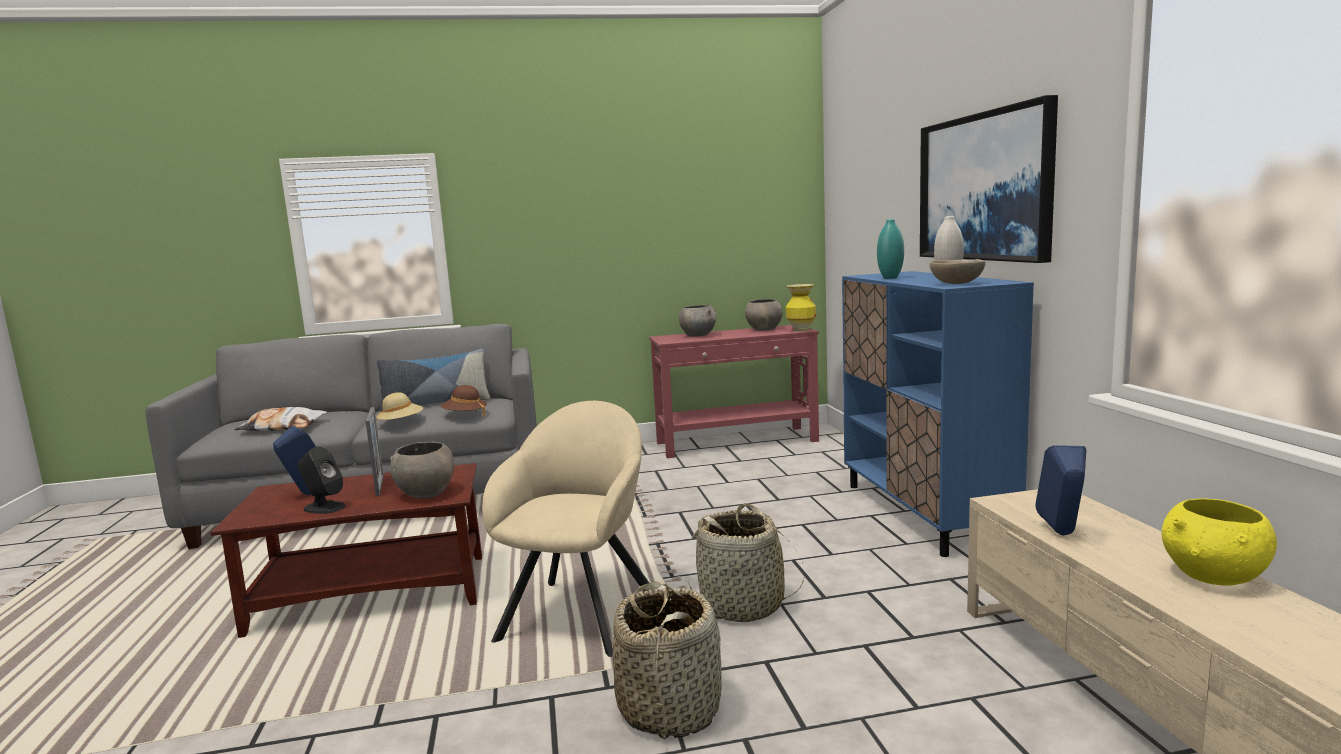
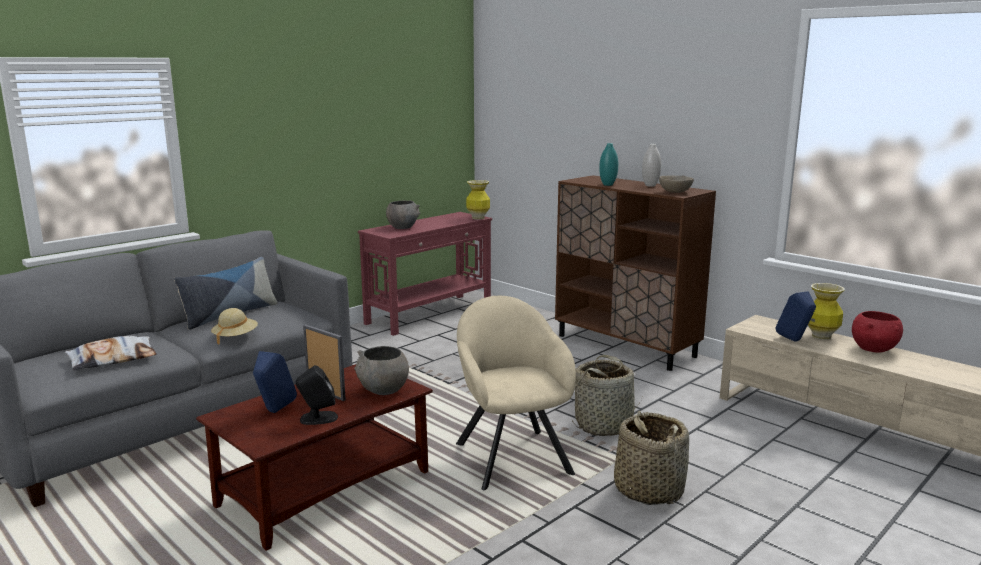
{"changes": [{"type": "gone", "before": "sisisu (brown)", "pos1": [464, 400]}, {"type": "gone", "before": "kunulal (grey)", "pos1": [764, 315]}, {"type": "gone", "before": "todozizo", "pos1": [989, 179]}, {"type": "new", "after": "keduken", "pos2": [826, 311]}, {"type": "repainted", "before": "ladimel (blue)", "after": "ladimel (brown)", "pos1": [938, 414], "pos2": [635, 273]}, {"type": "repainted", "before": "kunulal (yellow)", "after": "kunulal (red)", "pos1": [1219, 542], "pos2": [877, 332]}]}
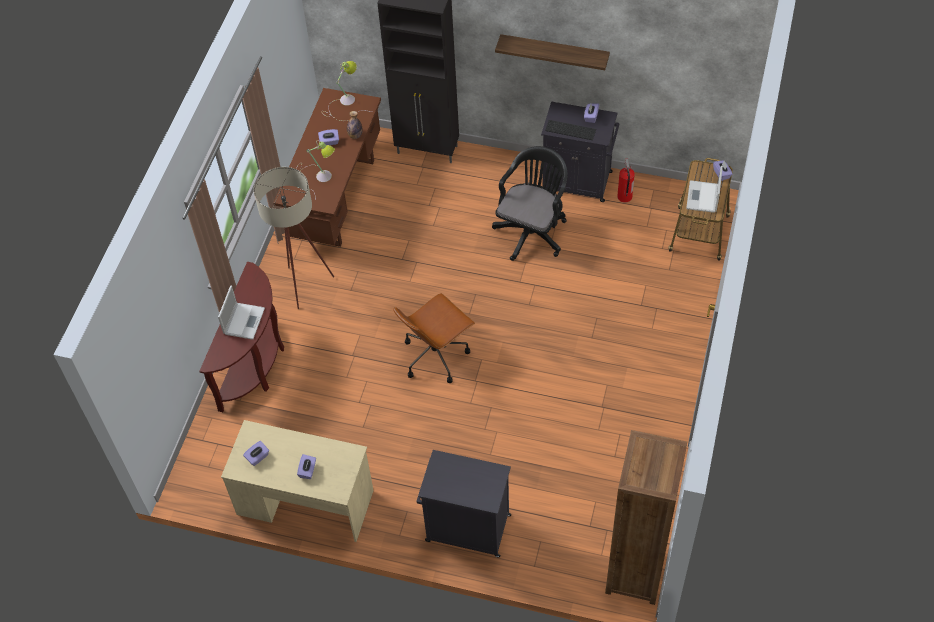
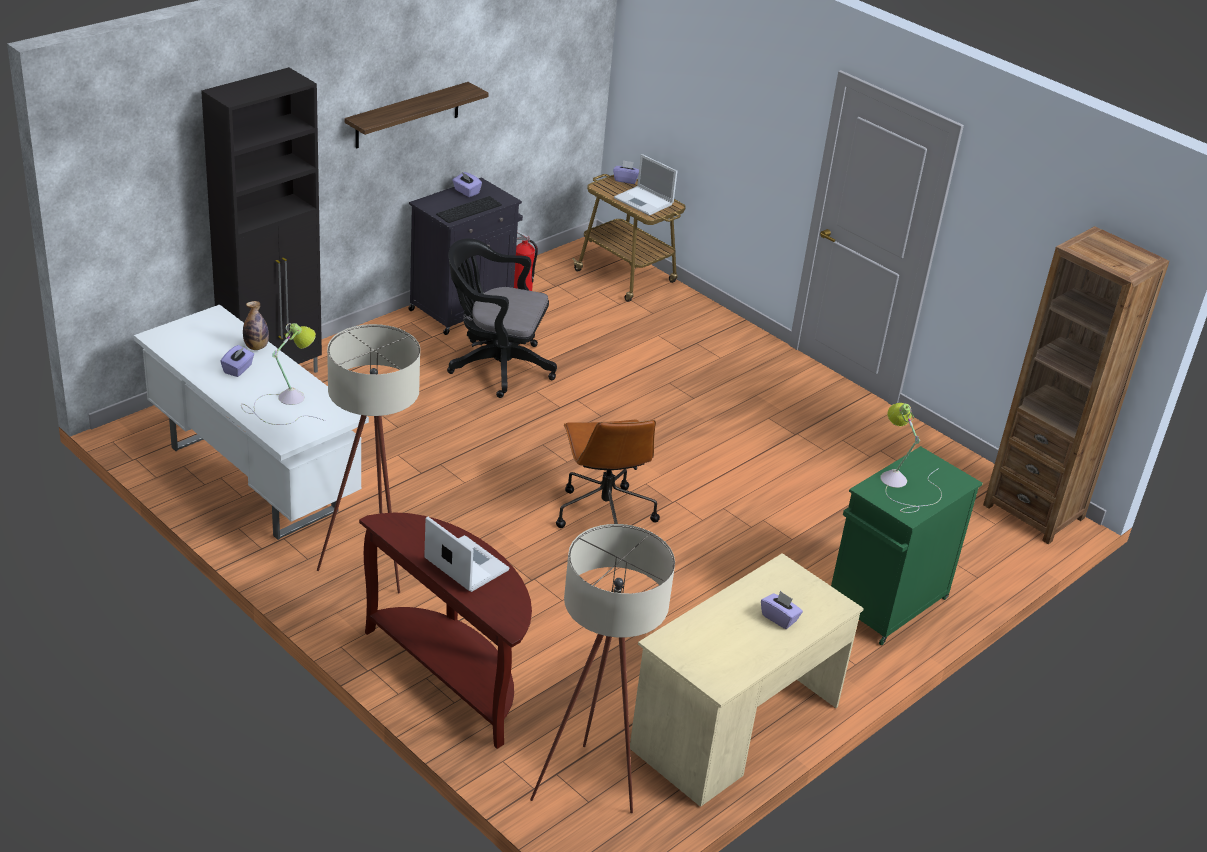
{"changes": [{"type": "gone", "before": "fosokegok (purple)", "pos1": [256, 453]}, {"type": "new", "after": "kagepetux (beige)", "pos2": [602, 668]}, {"type": "shifted", "before": "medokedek", "pos1": [347, 91], "pos2": [911, 458]}, {"type": "repainted", "before": "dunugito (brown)", "after": "dunugito (white)", "pos1": [327, 167], "pos2": [251, 422]}, {"type": "repainted", "before": "ladimel (black)", "after": "ladimel (green)", "pos1": [463, 503], "pos2": [907, 545]}, {"type": "rotated", "before": "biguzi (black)", "pos1": [529, 203], "pos2": [502, 318], "turn": -45}]}
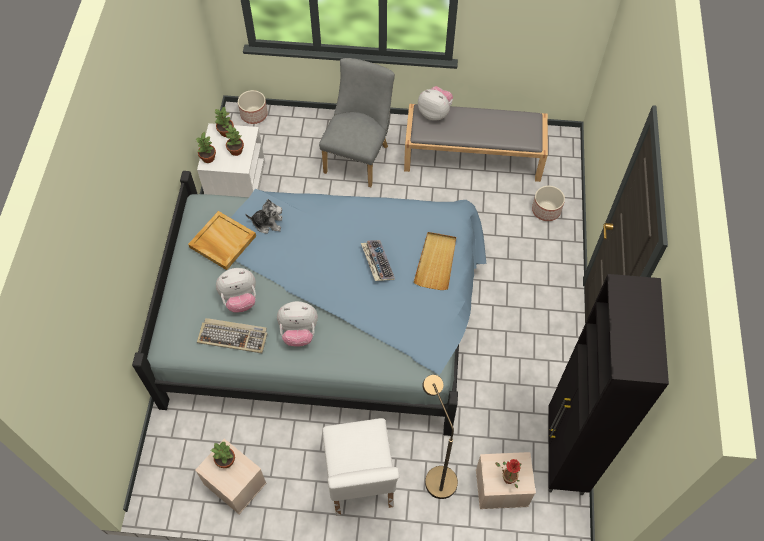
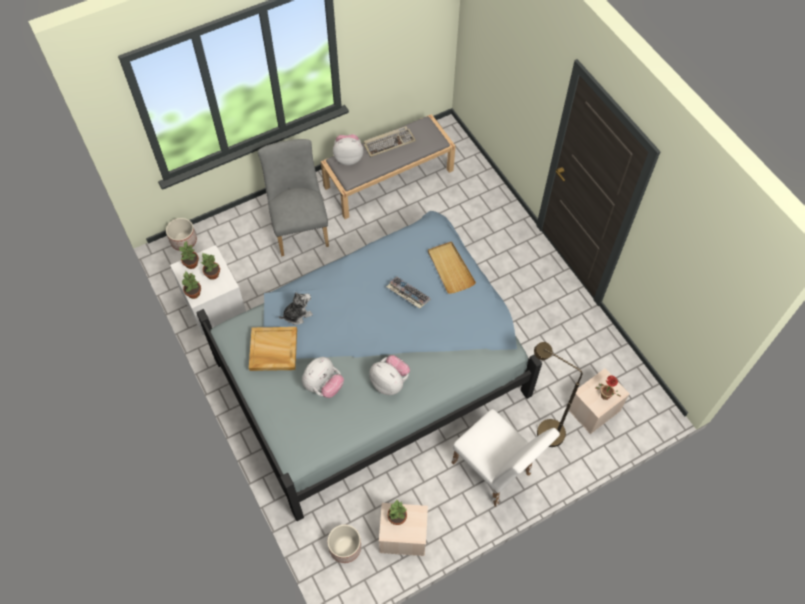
{"changes": [{"type": "gone", "before": "ladimel (black)", "pos1": [608, 384]}, {"type": "shifted", "before": "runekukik", "pos1": [232, 335], "pos2": [390, 141]}, {"type": "shifted", "before": "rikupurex", "pos1": [548, 203], "pos2": [344, 543]}, {"type": "rotated", "before": "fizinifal", "pos1": [297, 324], "pos2": [389, 375], "turn": -105}]}
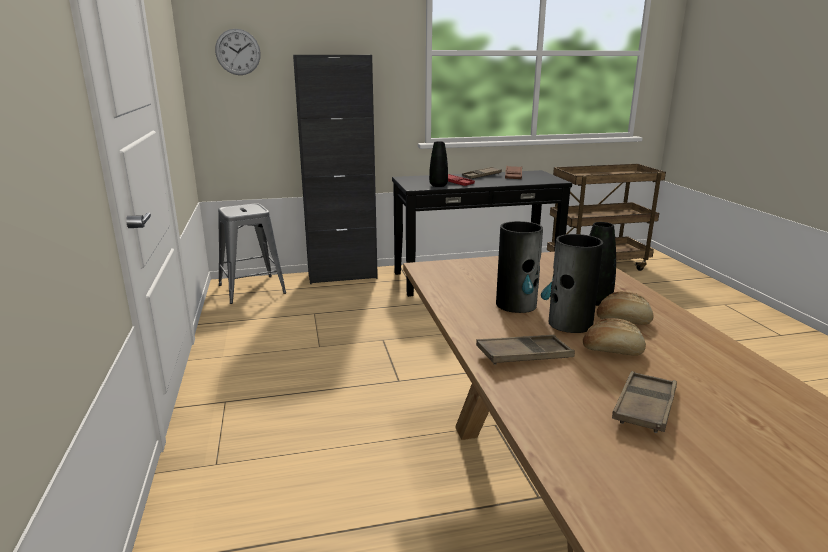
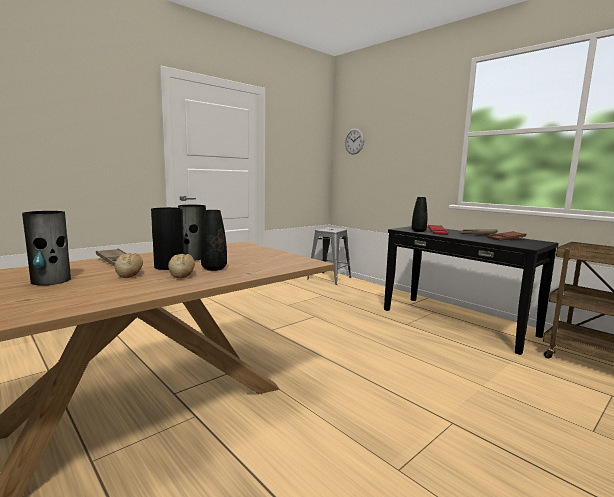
{"changes": [{"type": "gone", "before": "ladimel (black)", "pos1": [335, 169]}, {"type": "swapped", "before": "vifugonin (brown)", "after": "keduken", "pos1": [644, 402], "pos2": [46, 248]}]}
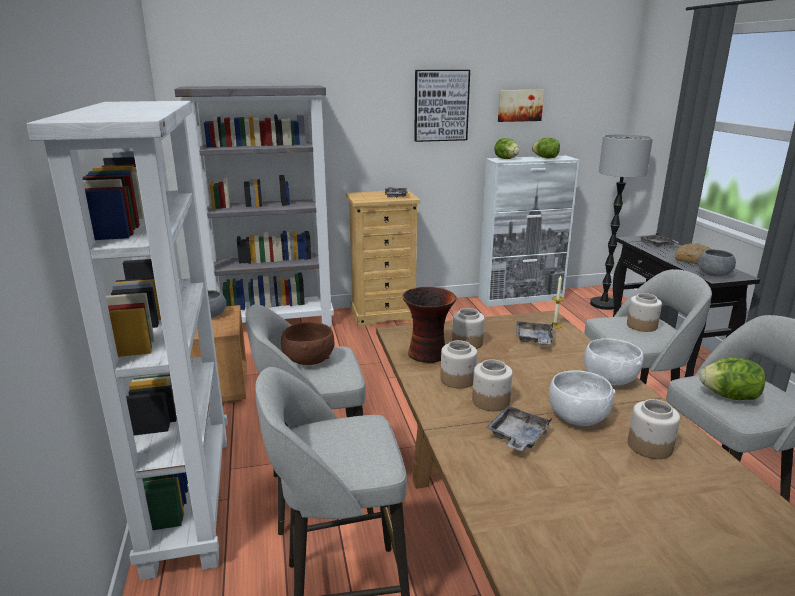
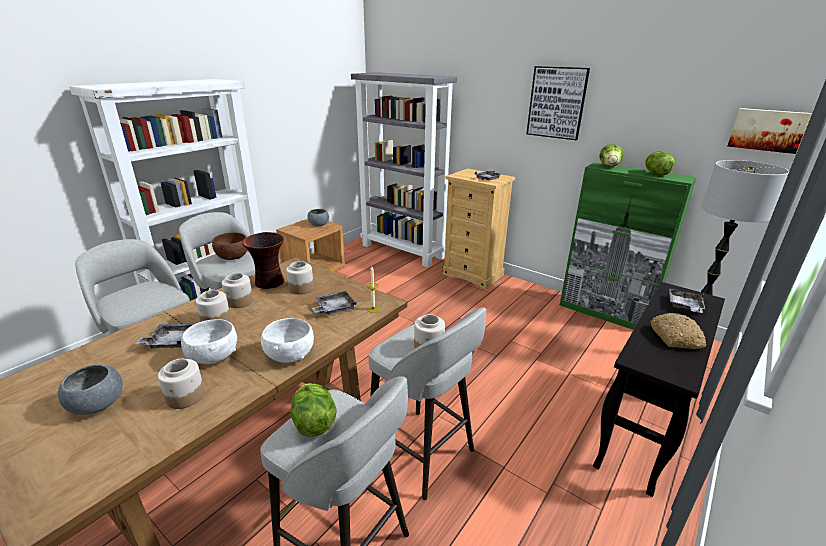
{"changes": [{"type": "shifted", "before": "todozizo", "pos1": [521, 106], "pos2": [769, 131]}, {"type": "shifted", "before": "kunulal (grey)", "pos1": [717, 262], "pos2": [90, 389]}, {"type": "repainted", "before": "ladimel (white)", "after": "ladimel (green)", "pos1": [528, 231], "pos2": [628, 246]}]}
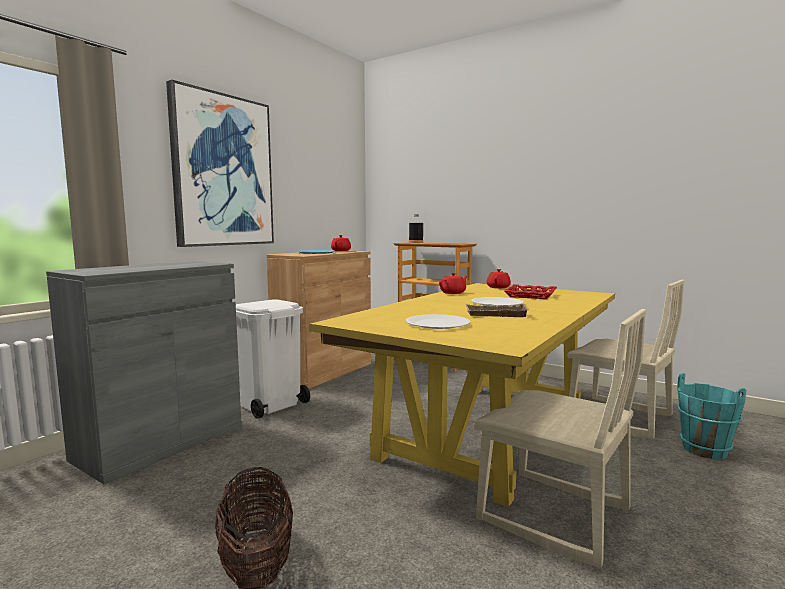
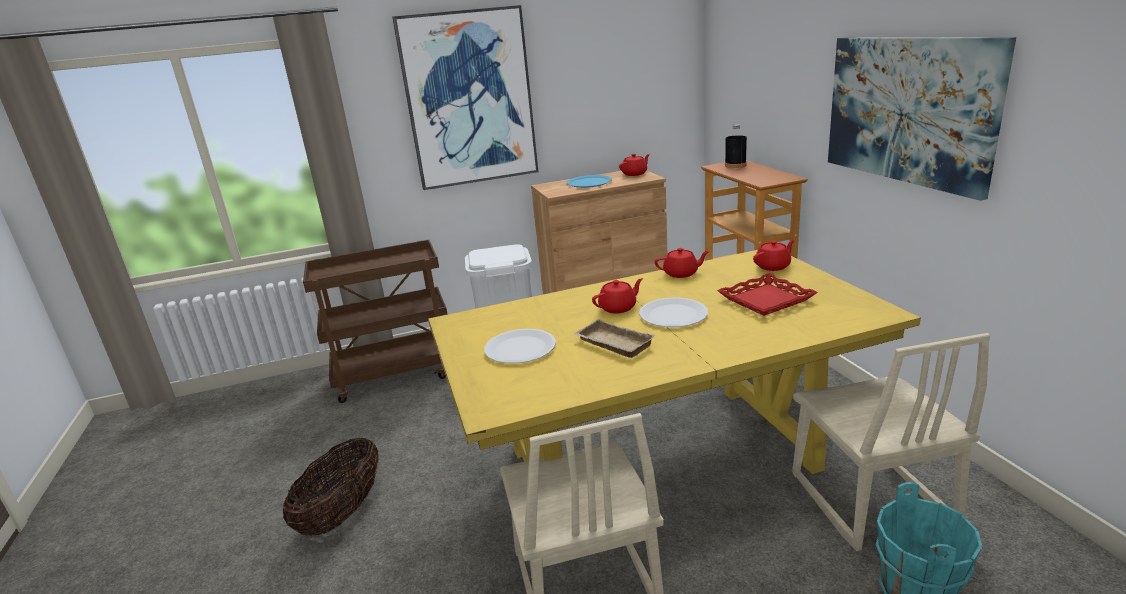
{"changes": [{"type": "new", "after": "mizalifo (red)", "pos2": [617, 296]}, {"type": "new", "after": "todozizo", "pos2": [922, 119]}, {"type": "swapped", "before": "ladimel (grey)", "after": "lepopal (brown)", "pos1": [144, 372], "pos2": [375, 321]}]}
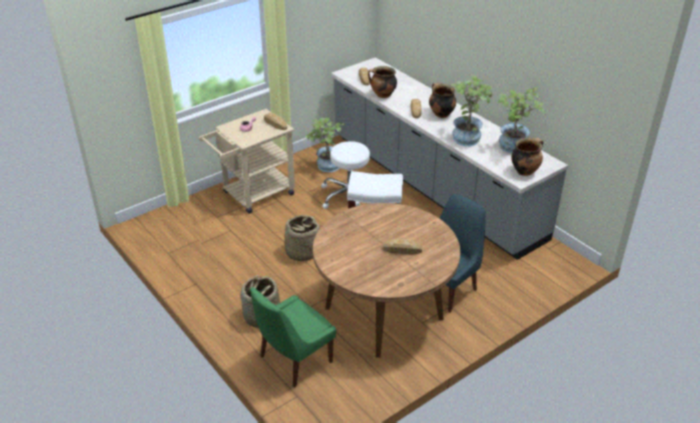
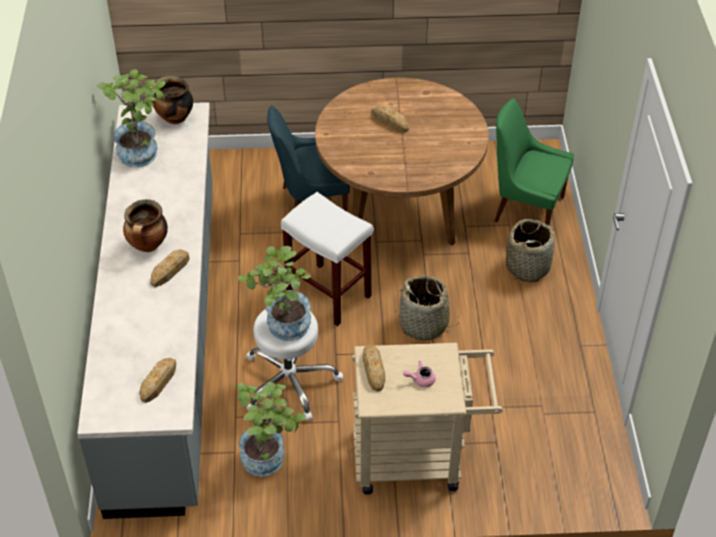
{"changes": [{"type": "gone", "before": "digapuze", "pos1": [382, 82]}, {"type": "shifted", "before": "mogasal", "pos1": [472, 111], "pos2": [274, 293]}, {"type": "rotated", "before": "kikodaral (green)", "pos1": [293, 337], "pos2": [534, 162], "turn": -150}]}
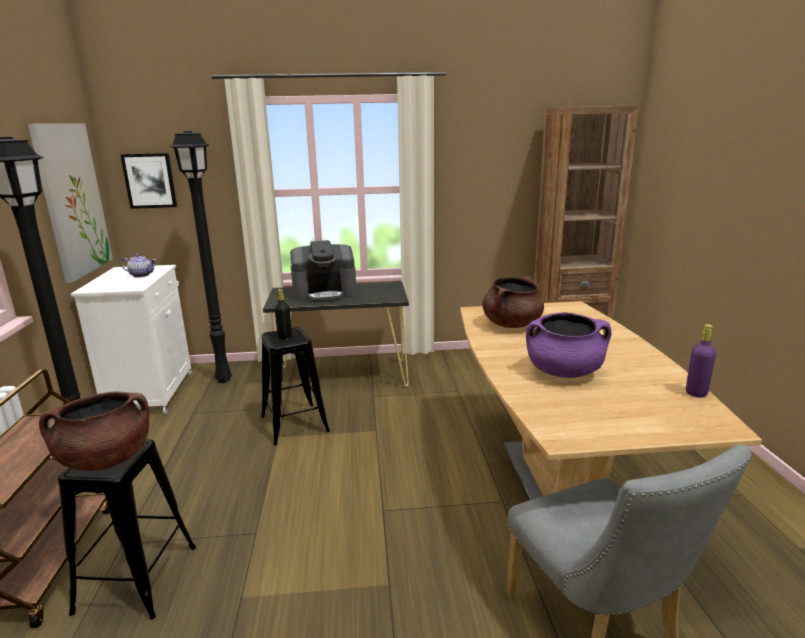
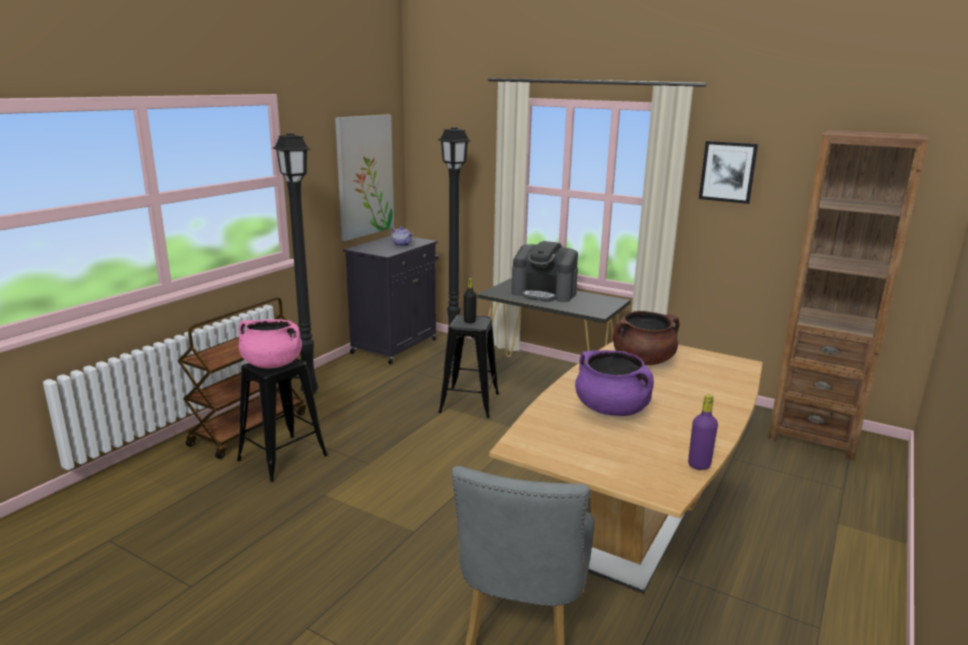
{"changes": [{"type": "shifted", "before": "todozizo", "pos1": [148, 181], "pos2": [728, 172]}, {"type": "repainted", "before": "digapuze (brown)", "after": "digapuze (pink)", "pos1": [94, 431], "pos2": [270, 344]}, {"type": "repainted", "before": "ladimel (white)", "after": "ladimel (black)", "pos1": [131, 339], "pos2": [390, 300]}]}
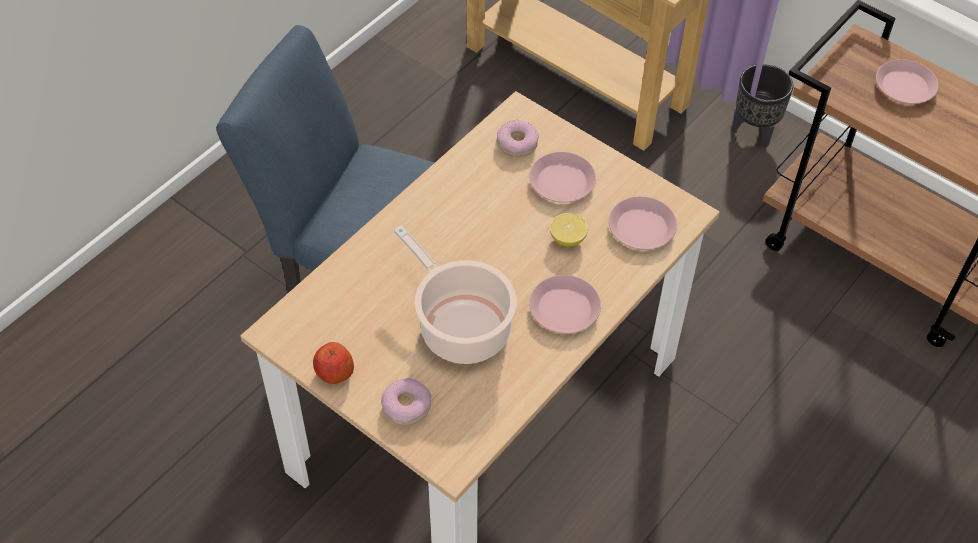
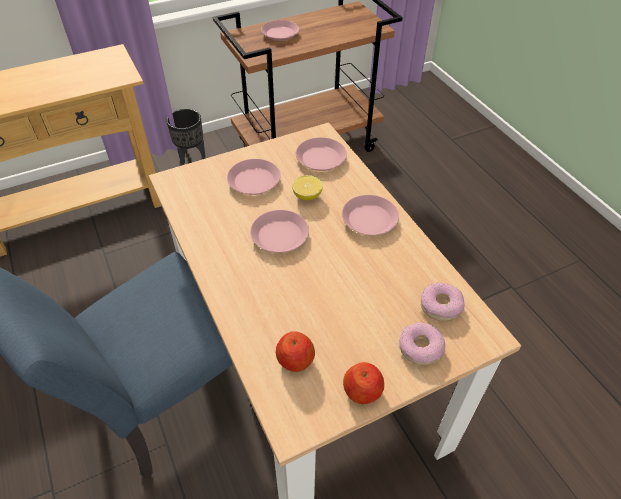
{"changes": [{"type": "gone", "before": "digapuze", "pos1": [455, 294]}, {"type": "new", "after": "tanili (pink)", "pos2": [279, 231]}, {"type": "new", "after": "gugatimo", "pos2": [295, 351]}, {"type": "shifted", "before": "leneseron", "pos1": [518, 138], "pos2": [443, 302]}]}
